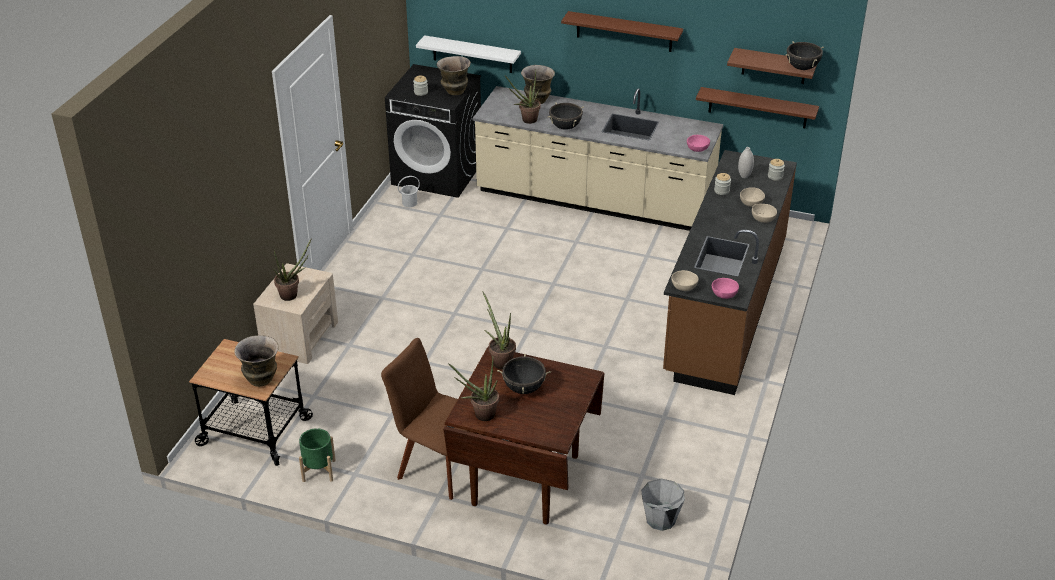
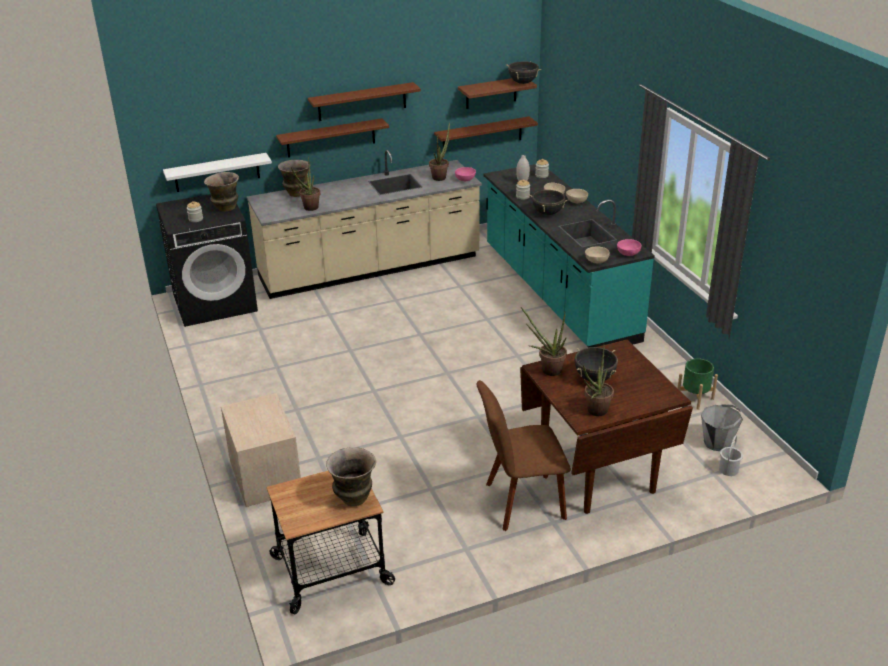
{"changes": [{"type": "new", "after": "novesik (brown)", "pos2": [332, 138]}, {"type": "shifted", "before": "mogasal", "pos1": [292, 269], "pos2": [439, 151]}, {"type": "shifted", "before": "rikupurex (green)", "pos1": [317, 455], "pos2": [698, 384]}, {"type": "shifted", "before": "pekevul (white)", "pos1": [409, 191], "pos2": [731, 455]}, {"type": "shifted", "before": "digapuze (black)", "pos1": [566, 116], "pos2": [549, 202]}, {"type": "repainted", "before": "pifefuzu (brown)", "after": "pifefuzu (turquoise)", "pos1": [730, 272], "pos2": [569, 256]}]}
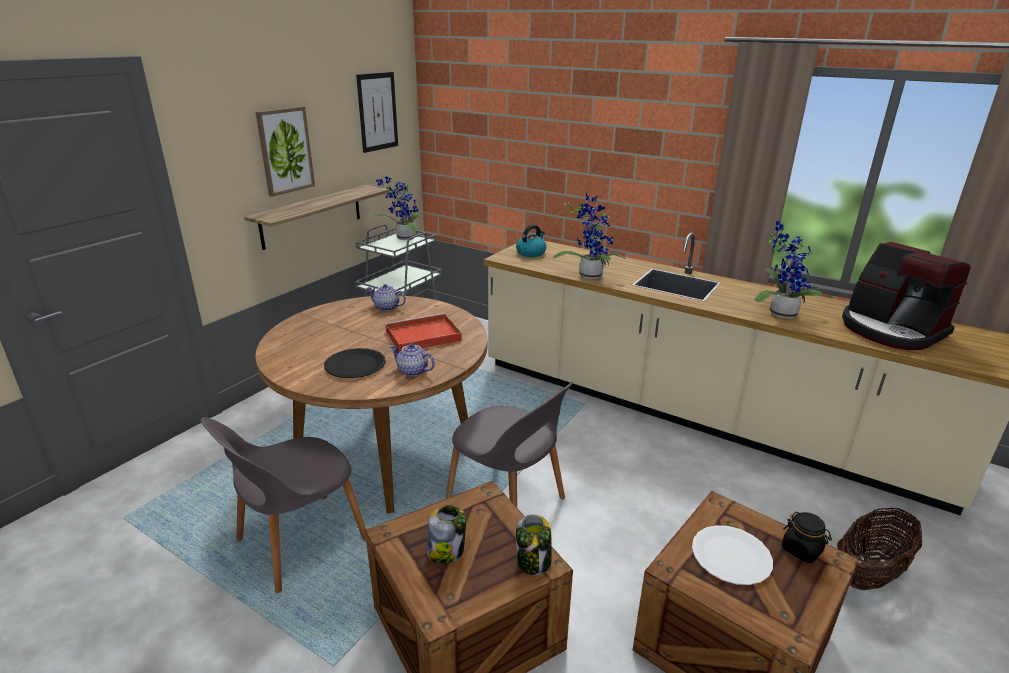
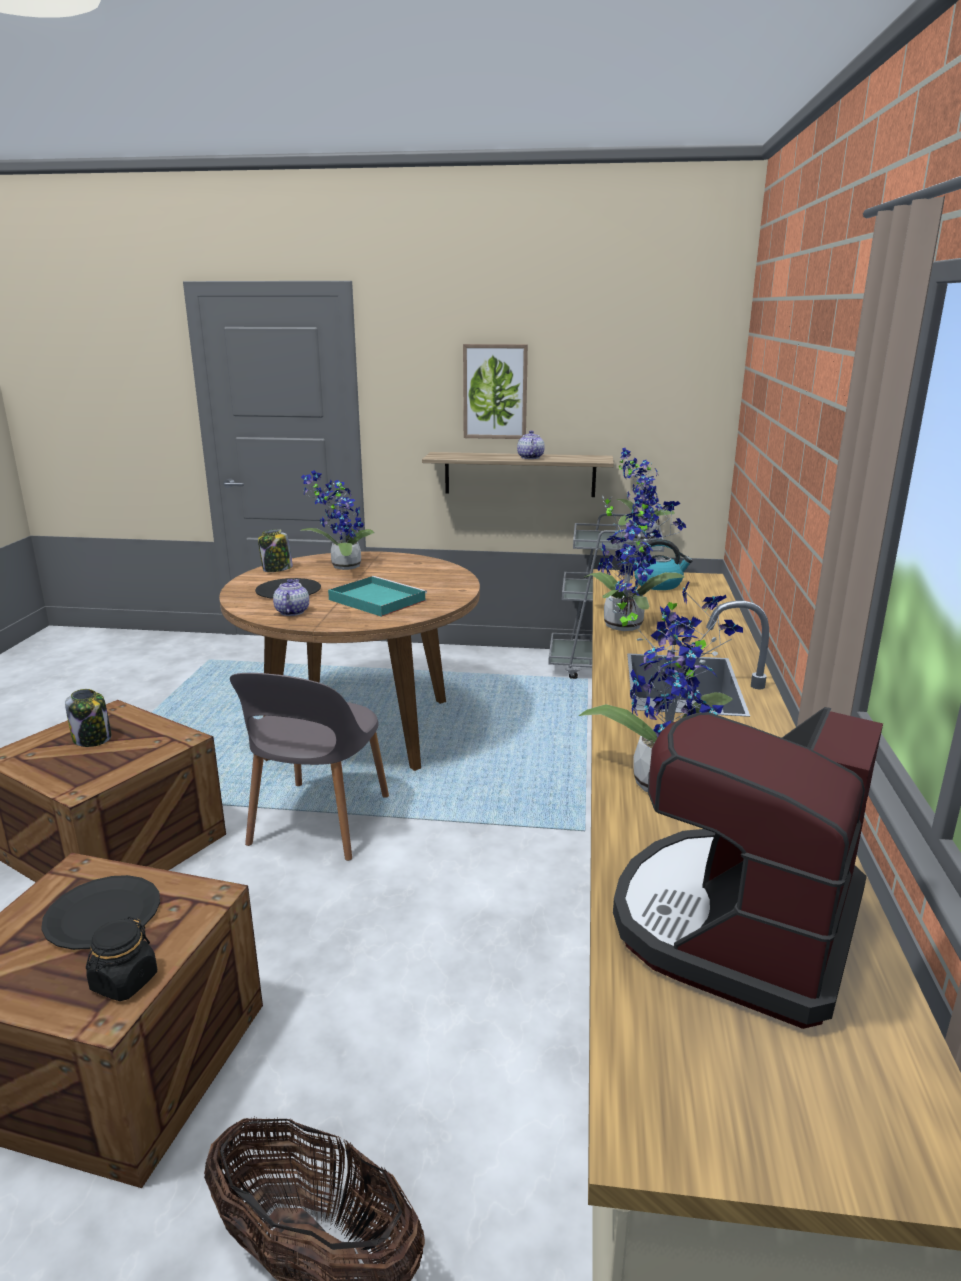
{"changes": [{"type": "gone", "before": "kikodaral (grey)", "pos1": [283, 505]}, {"type": "gone", "before": "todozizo", "pos1": [377, 112]}, {"type": "new", "after": "mogasal", "pos2": [337, 520]}, {"type": "shifted", "before": "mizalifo", "pos1": [386, 297], "pos2": [531, 444]}, {"type": "shifted", "before": "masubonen", "pos1": [534, 544], "pos2": [275, 550]}, {"type": "repainted", "before": "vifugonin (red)", "after": "vifugonin (turquoise)", "pos1": [423, 332], "pos2": [377, 596]}, {"type": "repainted", "before": "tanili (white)", "after": "tanili (black)", "pos1": [732, 555], "pos2": [100, 912]}]}
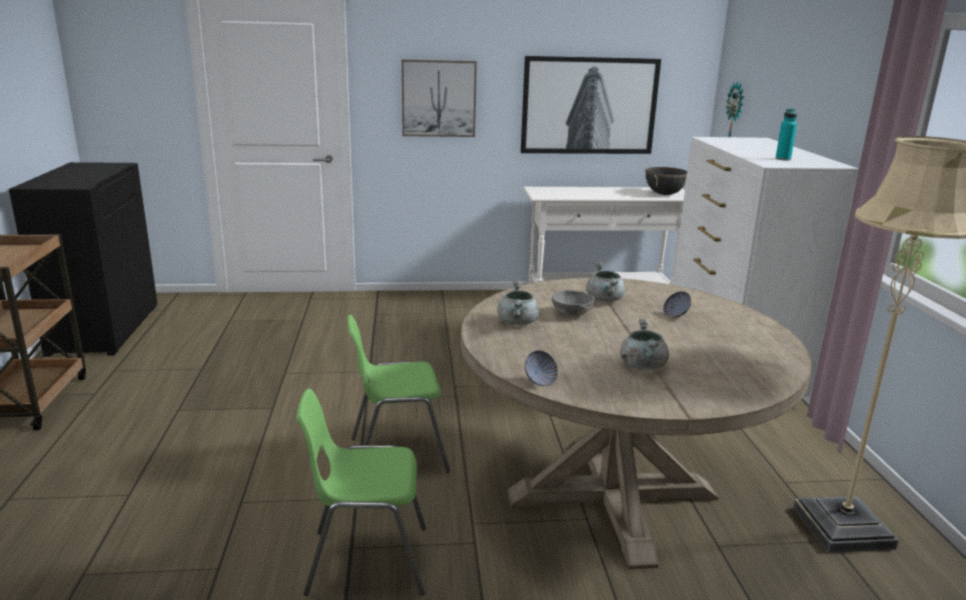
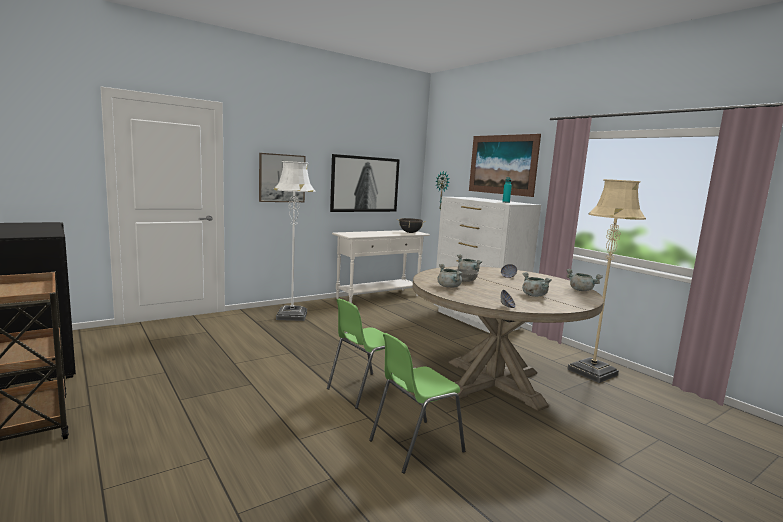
{"changes": [{"type": "new", "after": "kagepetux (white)", "pos2": [294, 241]}, {"type": "new", "after": "todozizo", "pos2": [505, 165]}, {"type": "new", "after": "digapuze (grey)", "pos2": [584, 280]}]}
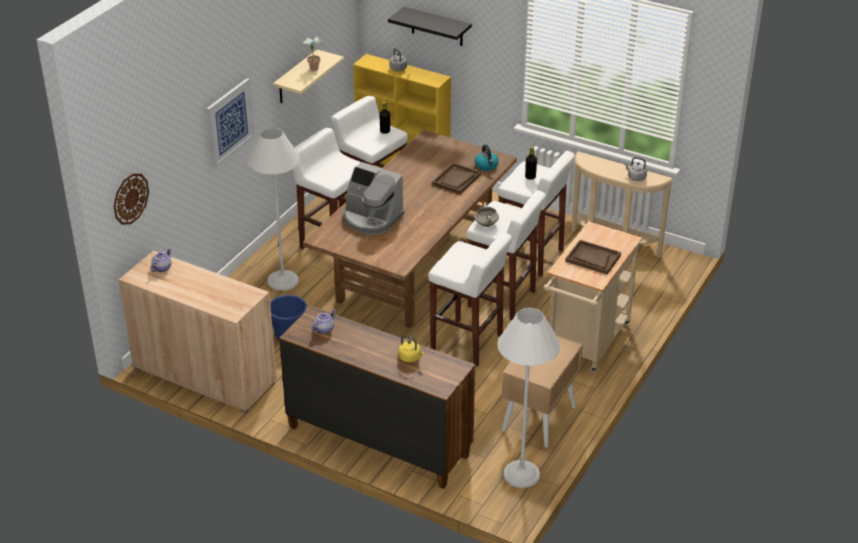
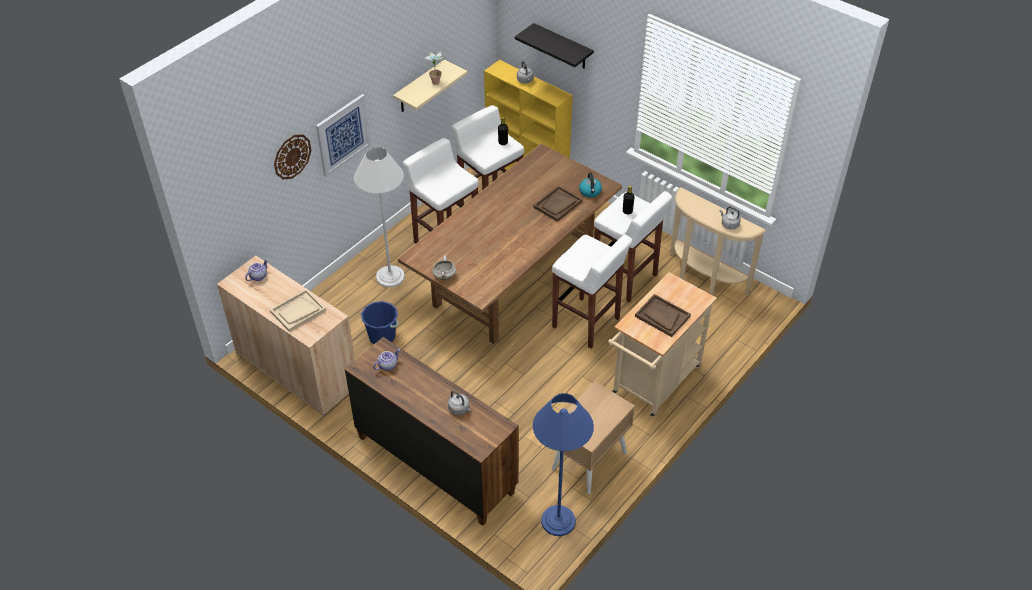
{"changes": [{"type": "gone", "before": "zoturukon", "pos1": [373, 198]}, {"type": "gone", "before": "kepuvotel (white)", "pos1": [470, 299]}, {"type": "new", "after": "vifugonin (beige)", "pos2": [298, 310]}, {"type": "shifted", "before": "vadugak", "pos1": [131, 199], "pos2": [292, 157]}, {"type": "shifted", "before": "digapuze (white)", "pos1": [487, 214], "pos2": [444, 267]}, {"type": "repainted", "before": "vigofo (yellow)", "after": "vigofo (grey)", "pos1": [411, 348], "pos2": [459, 403]}, {"type": "repainted", "before": "kagepetux (white)", "after": "kagepetux (blue)", "pos1": [528, 398], "pos2": [563, 464]}]}
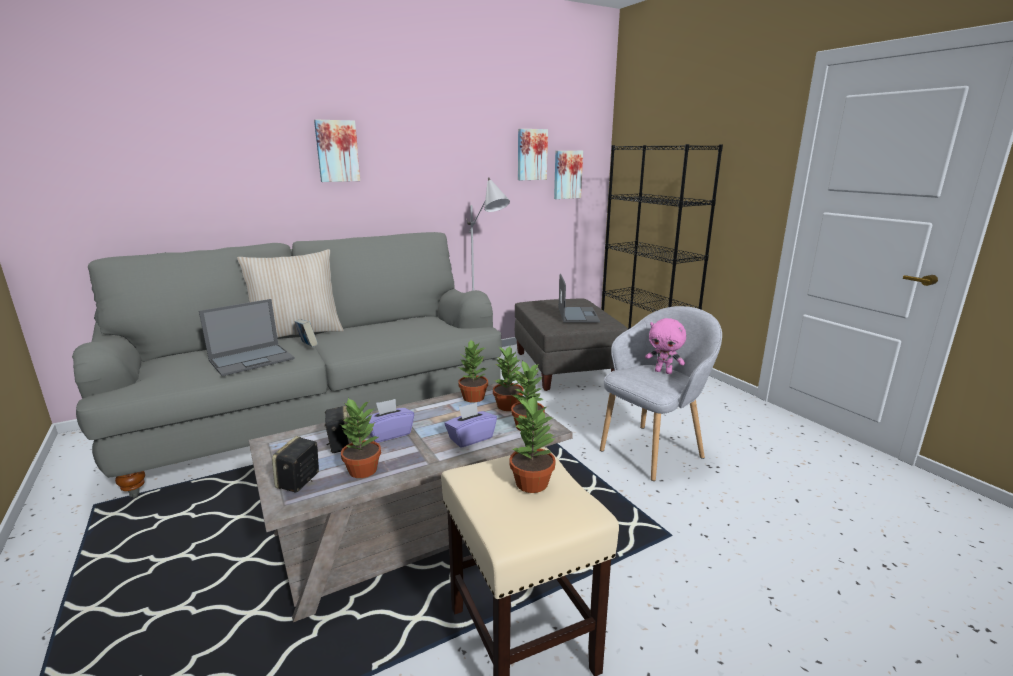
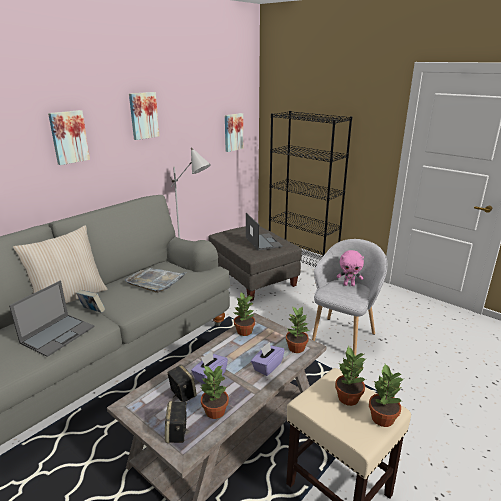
{"changes": [{"type": "new", "after": "vifugonin (grey)", "pos2": [155, 280]}, {"type": "shifted", "before": "mogasal", "pos1": [508, 378], "pos2": [387, 395]}, {"type": "shifted", "before": "todozizo", "pos1": [533, 154], "pos2": [144, 116]}]}
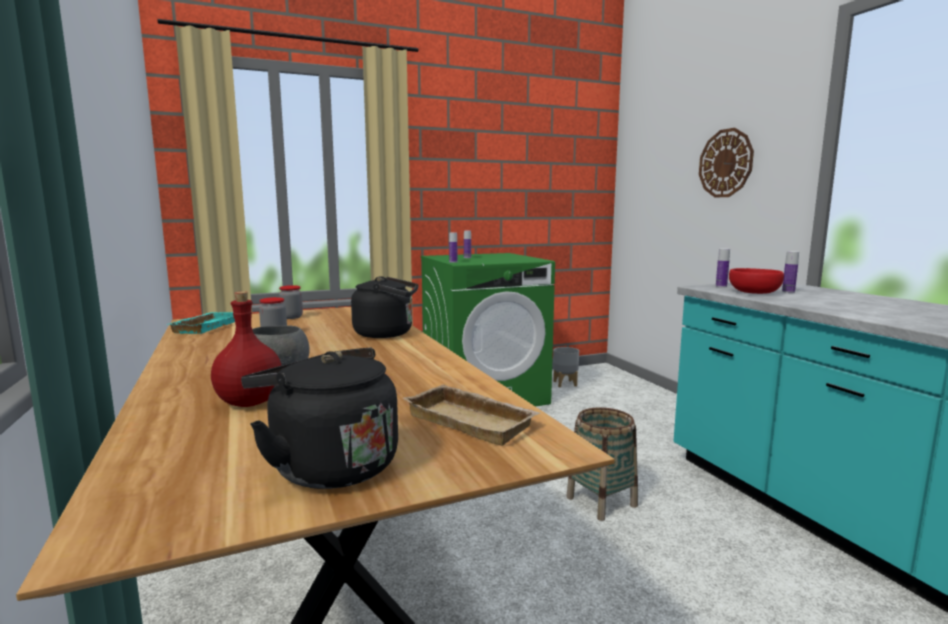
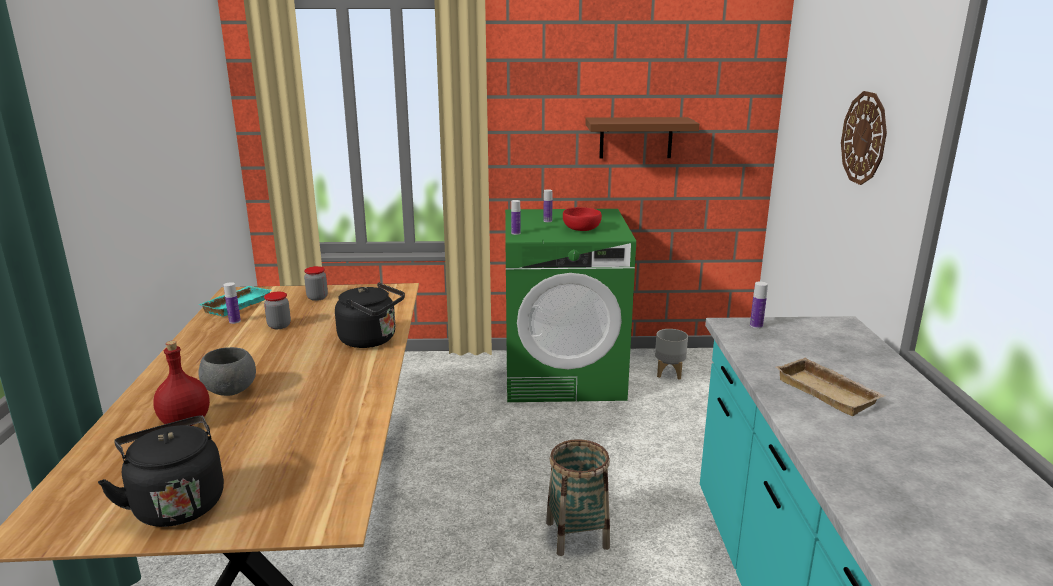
{"changes": [{"type": "new", "after": "novesik (brown)", "pos2": [642, 138]}, {"type": "shifted", "before": "vifugonin (beige)", "pos1": [471, 415], "pos2": [830, 386]}, {"type": "shifted", "before": "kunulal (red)", "pos1": [756, 281], "pos2": [582, 219]}, {"type": "shifted", "before": "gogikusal", "pos1": [790, 272], "pos2": [232, 303]}]}
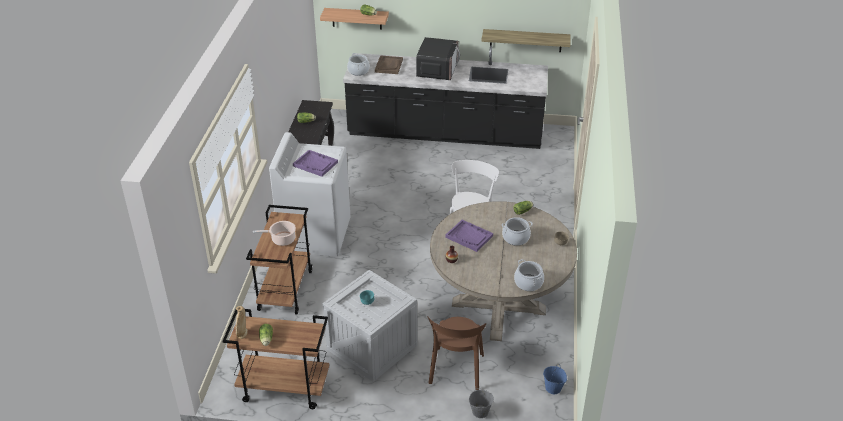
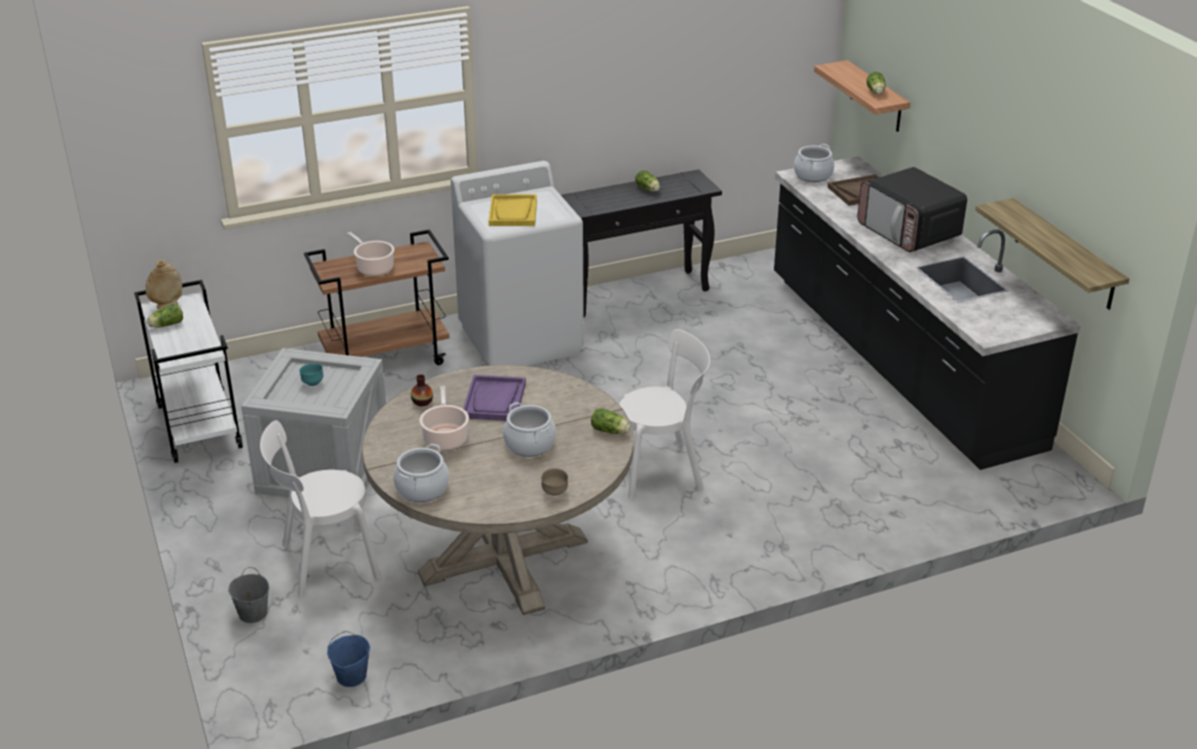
{"changes": [{"type": "new", "after": "digapuze", "pos2": [444, 418]}, {"type": "repainted", "before": "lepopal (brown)", "after": "lepopal (white)", "pos1": [276, 359], "pos2": [188, 371]}, {"type": "repainted", "before": "vifugonin (purple)", "after": "vifugonin (yellow)", "pos1": [315, 163], "pos2": [513, 210]}, {"type": "repainted", "before": "kikodaral (brown)", "after": "kikodaral (white)", "pos1": [456, 353], "pos2": [320, 508]}, {"type": "rotated", "before": "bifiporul", "pos1": [438, 58], "pos2": [912, 209], "turn": 75}]}
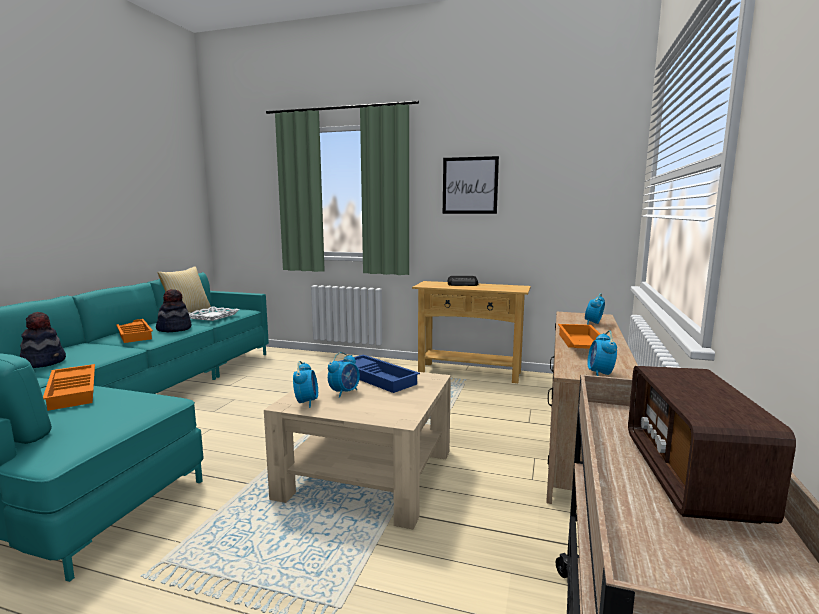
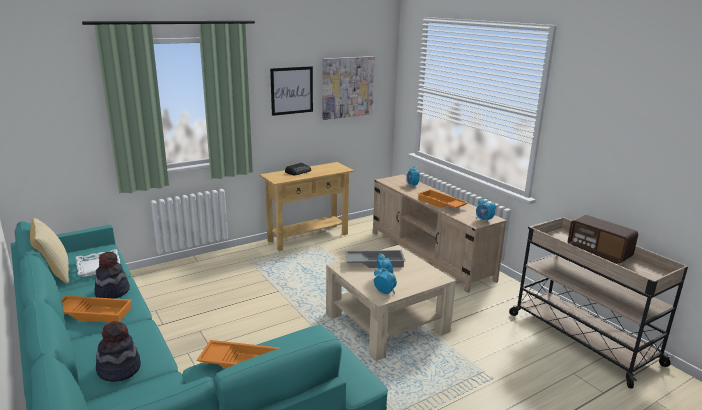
{"changes": [{"type": "new", "after": "todozizo", "pos2": [349, 88]}, {"type": "repainted", "before": "vifugonin (blue)", "after": "vifugonin (grey)", "pos1": [380, 374], "pos2": [375, 259]}]}
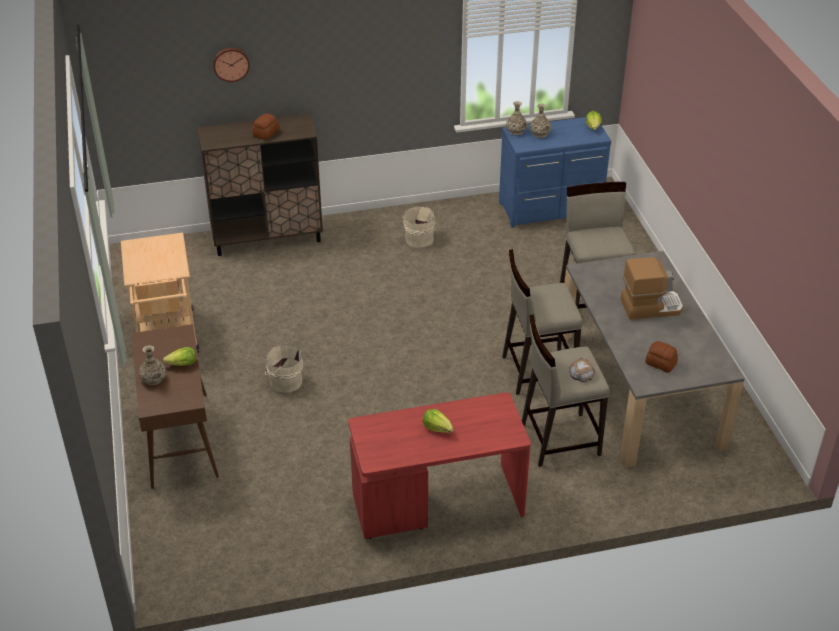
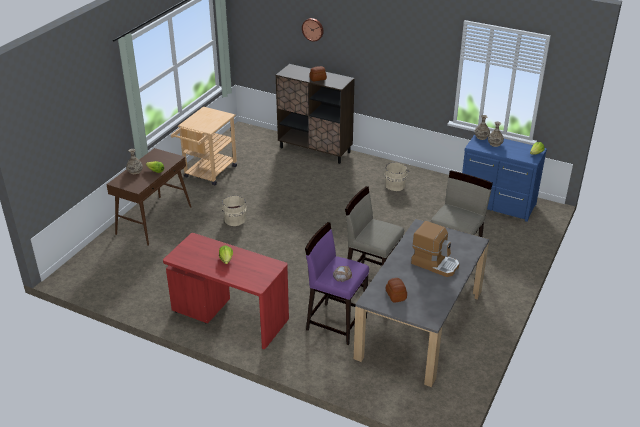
{"changes": [{"type": "repainted", "before": "kepuvotel (beige)", "after": "kepuvotel (purple)", "pos1": [566, 390], "pos2": [337, 283]}]}
